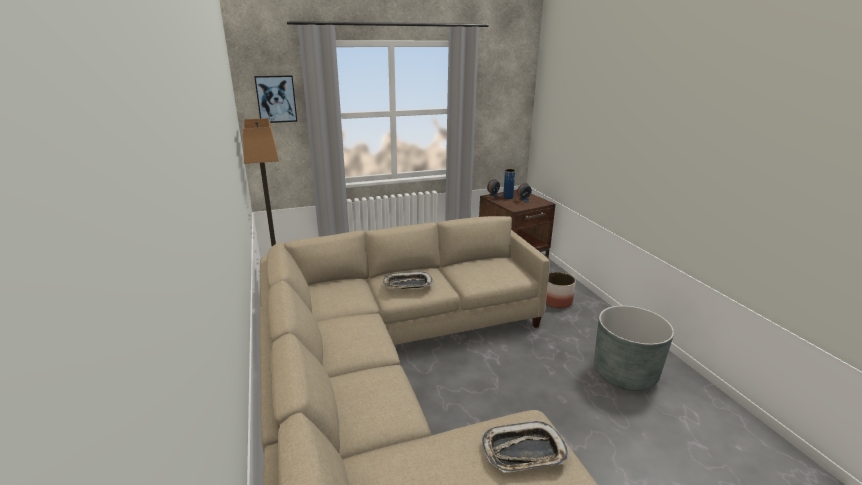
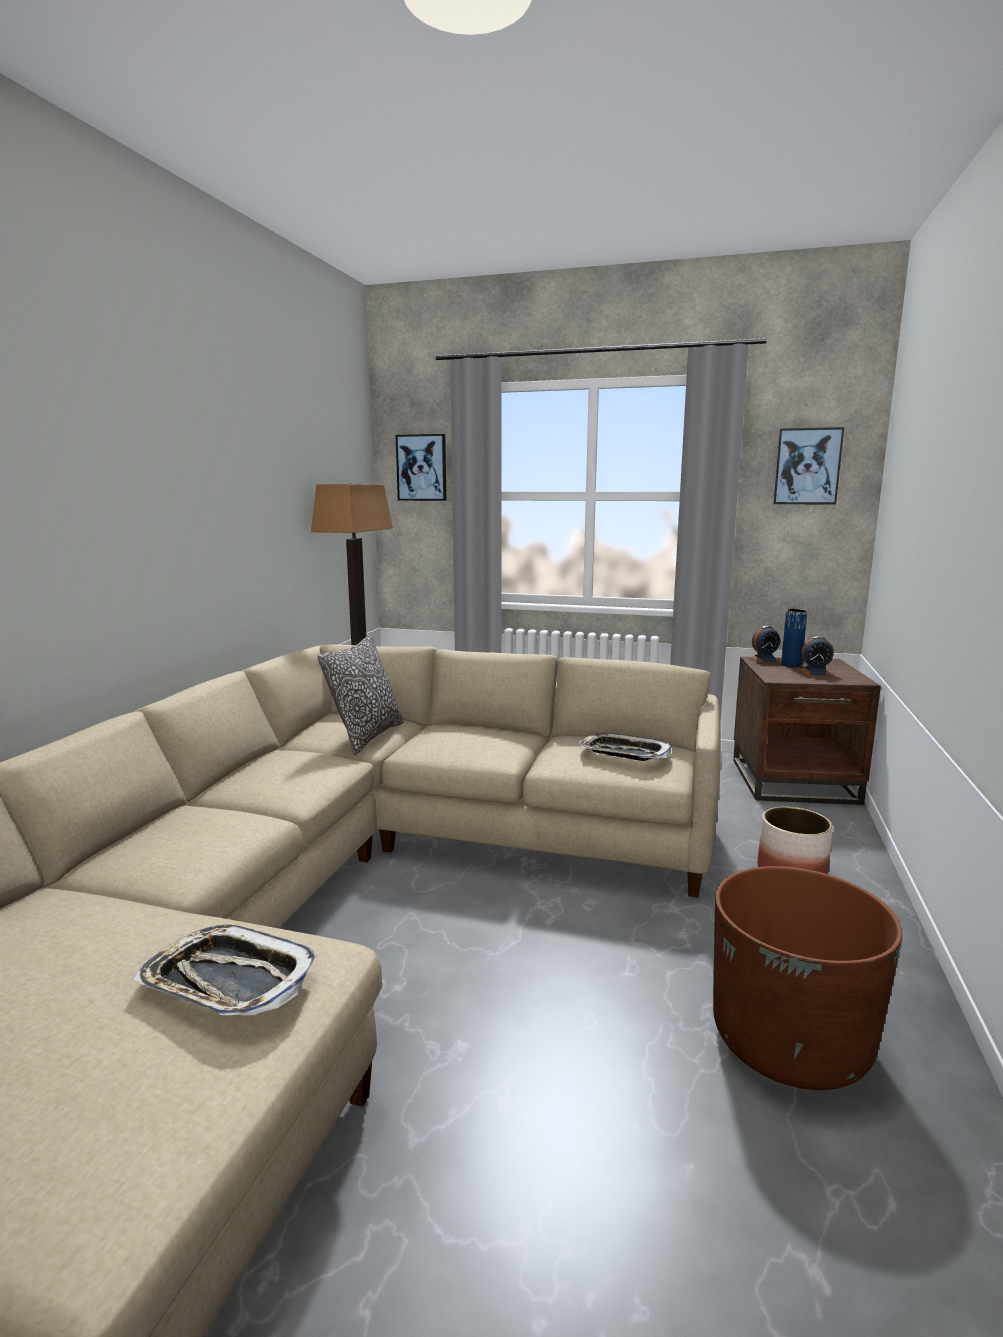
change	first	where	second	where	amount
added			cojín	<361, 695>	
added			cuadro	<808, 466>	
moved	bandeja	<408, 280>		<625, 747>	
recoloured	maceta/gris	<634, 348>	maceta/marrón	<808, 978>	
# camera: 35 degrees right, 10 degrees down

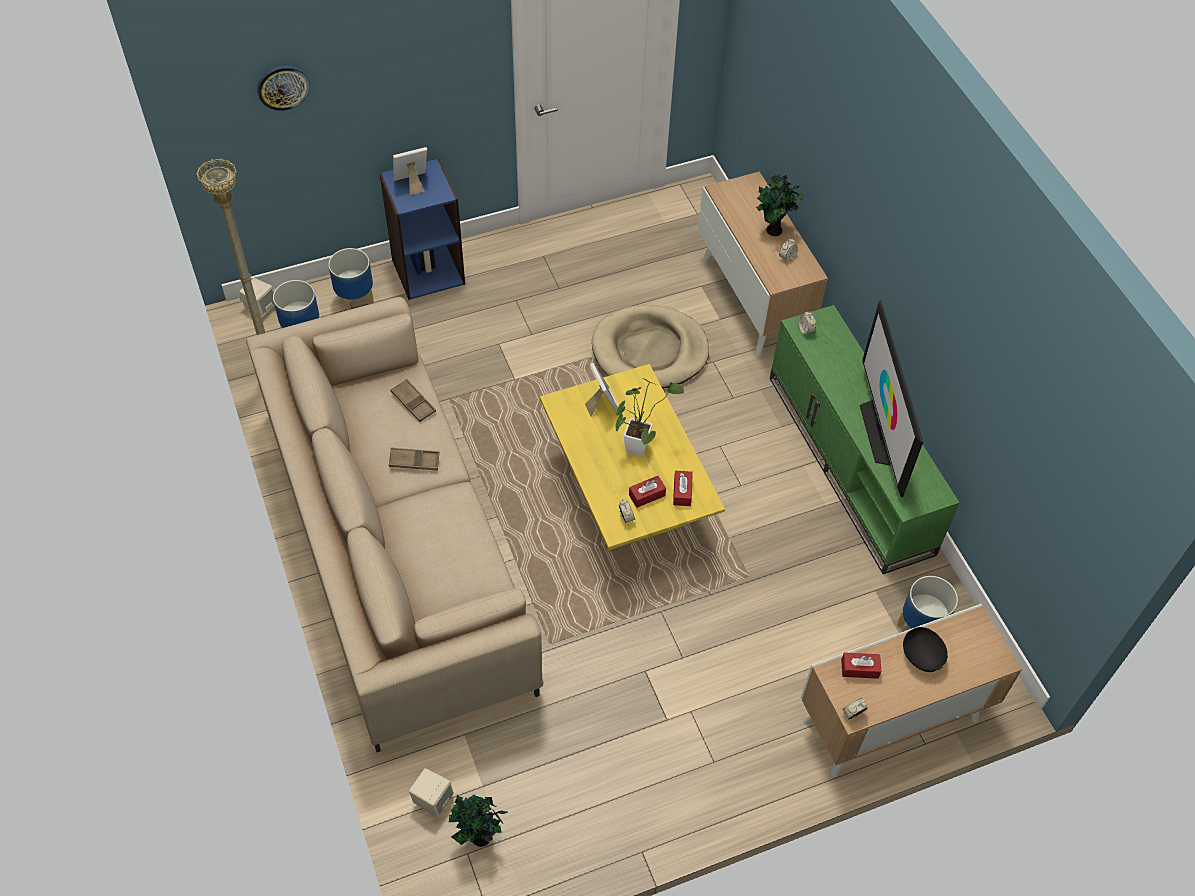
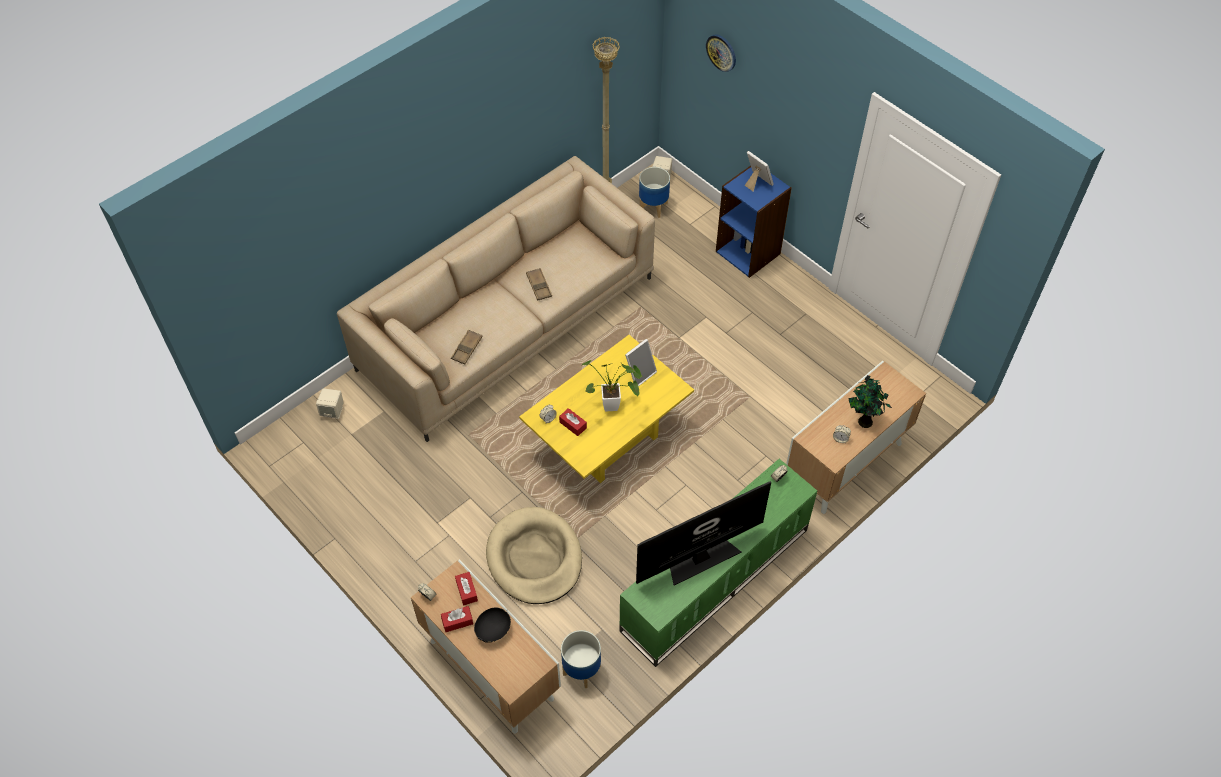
change	first	where	second	where	amount
removed	maceta	<351, 279>			
removed	planta en maceta	<478, 821>			
moved	bandeja/marrón	<413, 400>		<467, 347>	
moved	cama para perro/beis	<650, 347>		<534, 555>	
moved	caja de pañuelos/rojo	<683, 488>		<457, 619>	
# camera: 70 degrees right, 0 degrees up

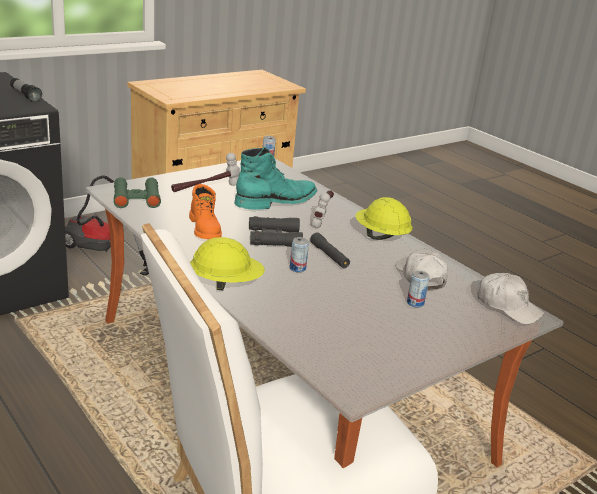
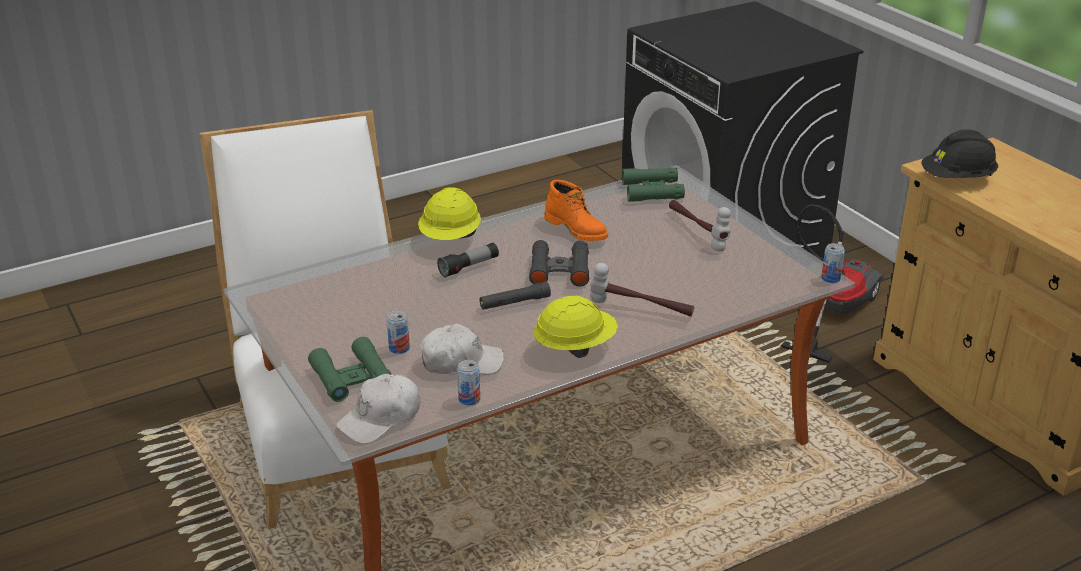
change	first	where	second	where	amount
removed	bota/turquesa	<276, 178>			
added			prismáticos/verde	<349, 369>	
added			casco/negro	<960, 153>	
moved	linterna	<26, 90>		<468, 260>	
moved	lata	<299, 254>		<468, 383>	
turned	bota/naranja	<205, 211>		<576, 210>	120 degrees counterclockwise
# camera: 100 degrees right, 5 degrees up

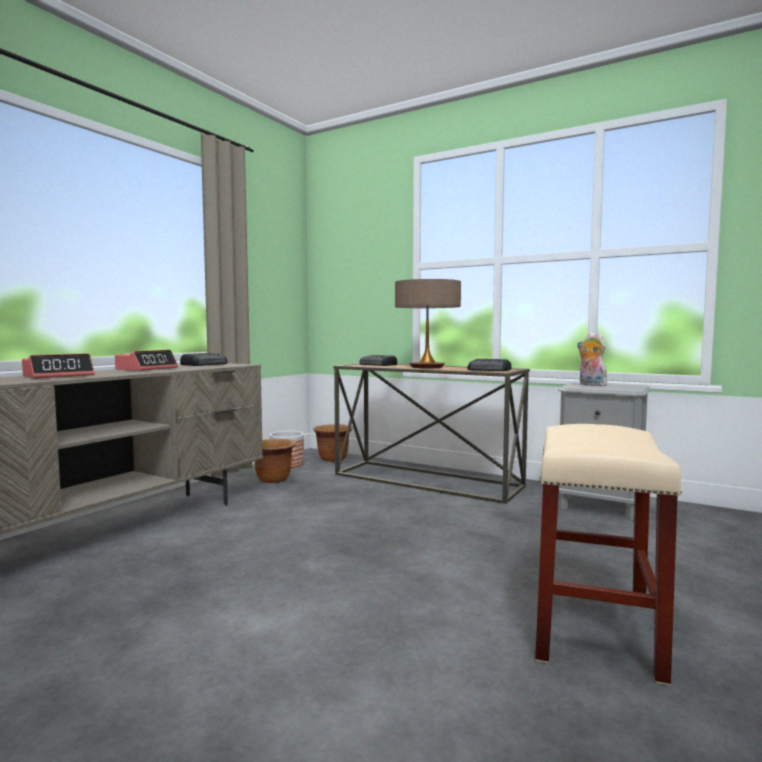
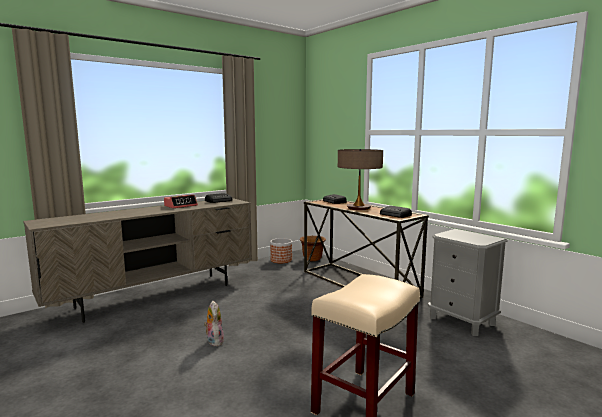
change	first	where	second	where	amount
removed	despertador	<58, 366>			
removed	maceta/marrón	<275, 461>			
moved	peluche	<592, 359>		<214, 323>	
# camera: 20 degrees right, 5 degrees up

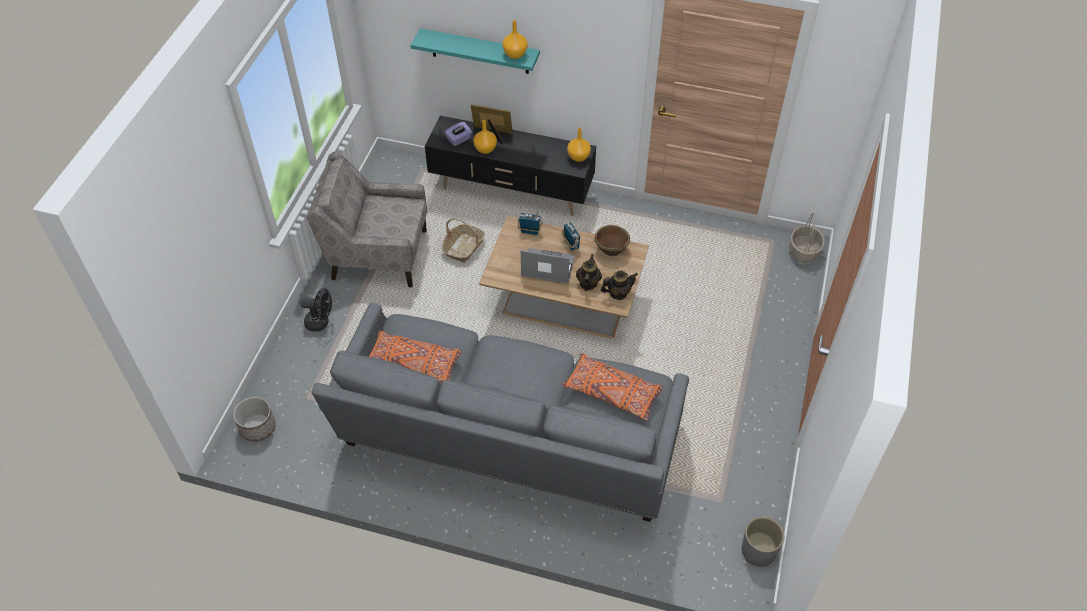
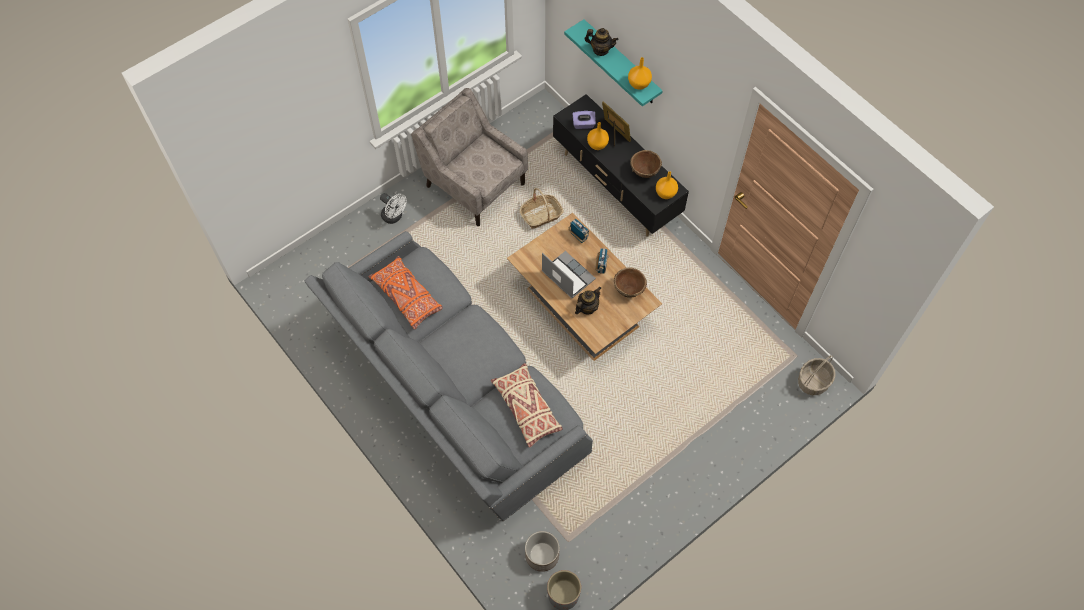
change	first	where	second	where	amount
added			cuenco/marrón	<646, 164>	
moved	maceta	<254, 419>		<542, 551>	
moved	tetera	<619, 285>		<601, 42>	
recoloured	ventilador/negro	<316, 310>	ventilador/blanco	<393, 208>	
recoloured	cojín/naranja	<612, 387>	cojín/beis	<527, 405>	
# camera: 35 degrees right, 10 degrees up

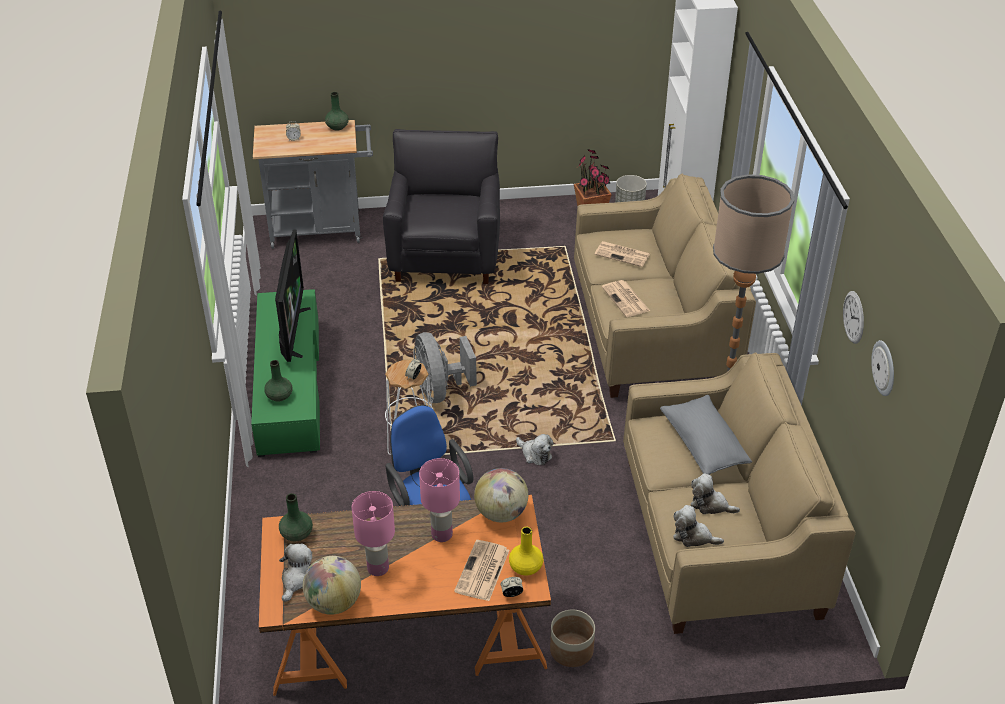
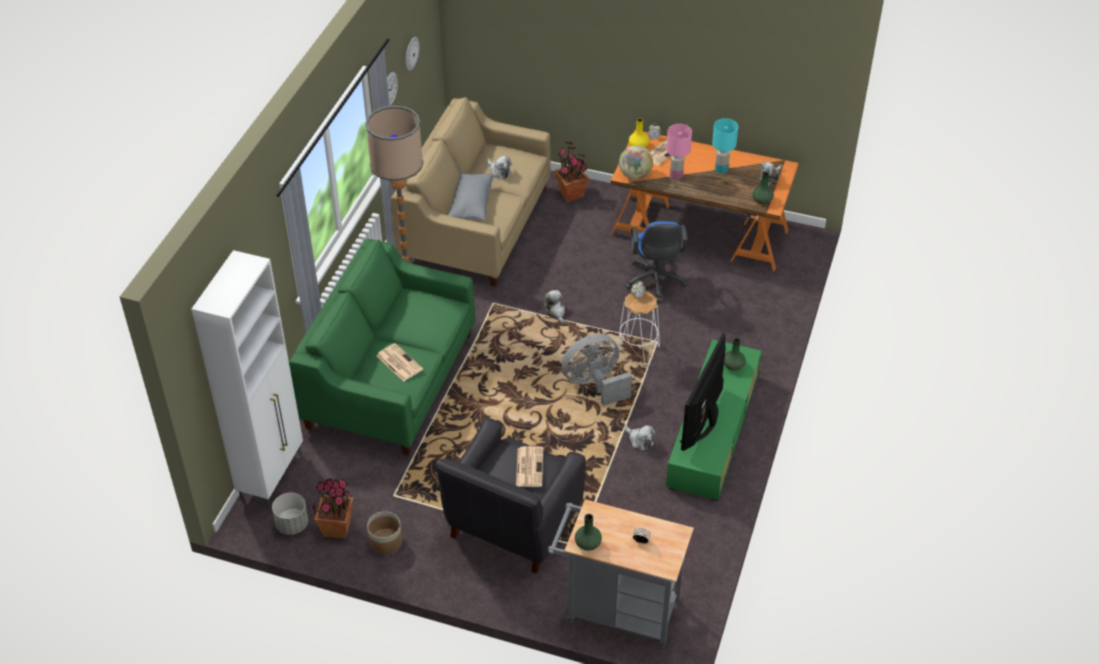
change	first	where	second	where	amount
removed	globo terráqueo	<332, 585>			
added			planta en maceta	<571, 171>	
moved	maceta	<572, 638>		<384, 532>	
moved	periódico	<626, 298>		<529, 466>	
moved	peluche	<698, 526>		<639, 437>	
recoloured	lámpara de mesa/rosa	<373, 533>	lámpara de mesa/turquesa	<725, 146>	
recoloured	sofá/beis	<665, 286>	sofá/verde	<382, 347>	
turned	ventilador/gris	<445, 367>		<597, 370>	120 degrees counterclockwise
# camera: 155 degrees left, 5 degrees up

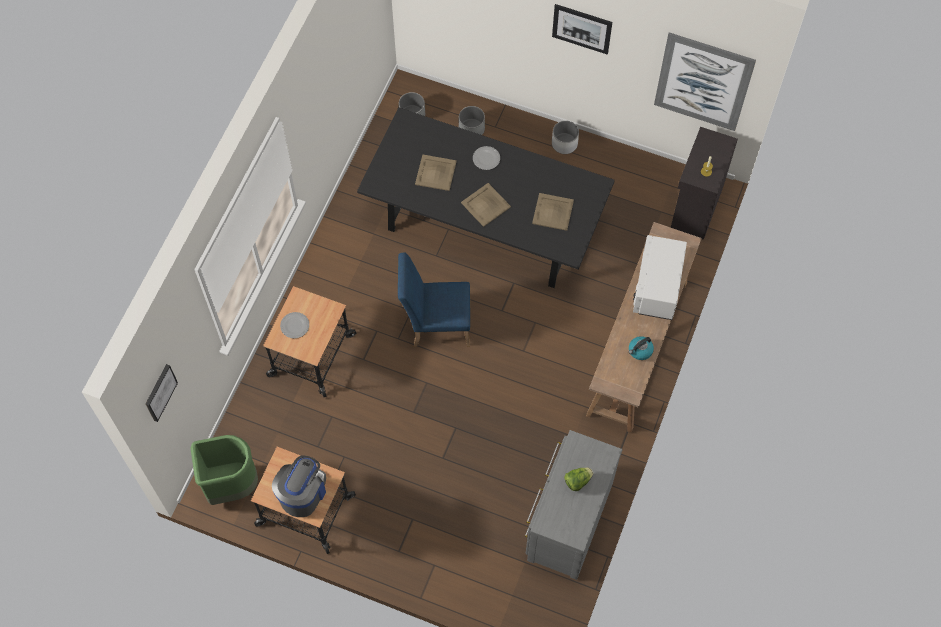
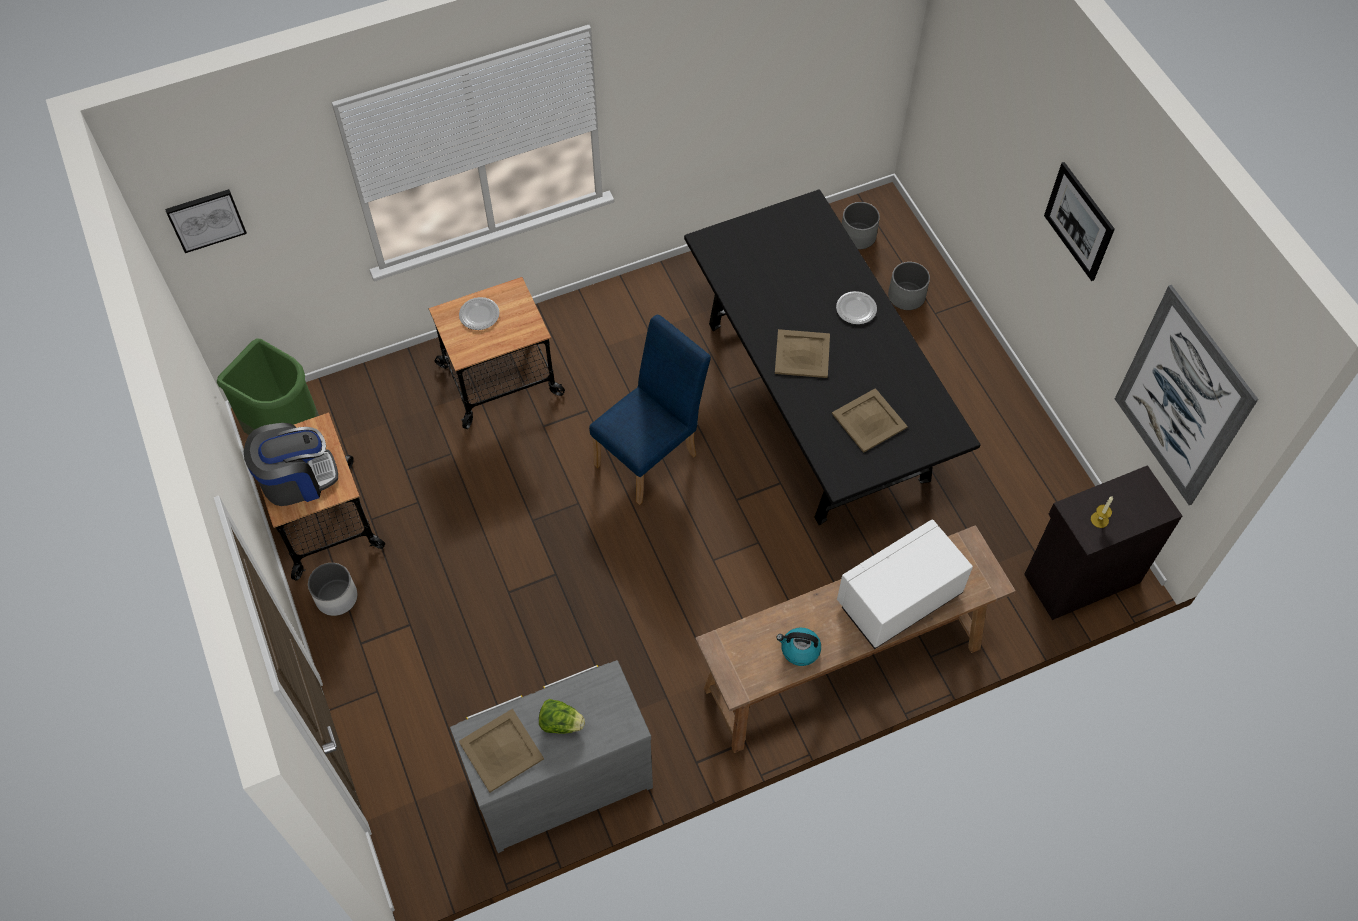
change	first	where	second	where	amount
moved	bandeja/beis	<436, 173>		<501, 750>	
moved	maceta/blanco	<565, 137>		<333, 589>	
turned	silla/azul	<434, 300>		<650, 410>	90 degrees clockwise
# camera: 45 degrees right, 5 degrees down

